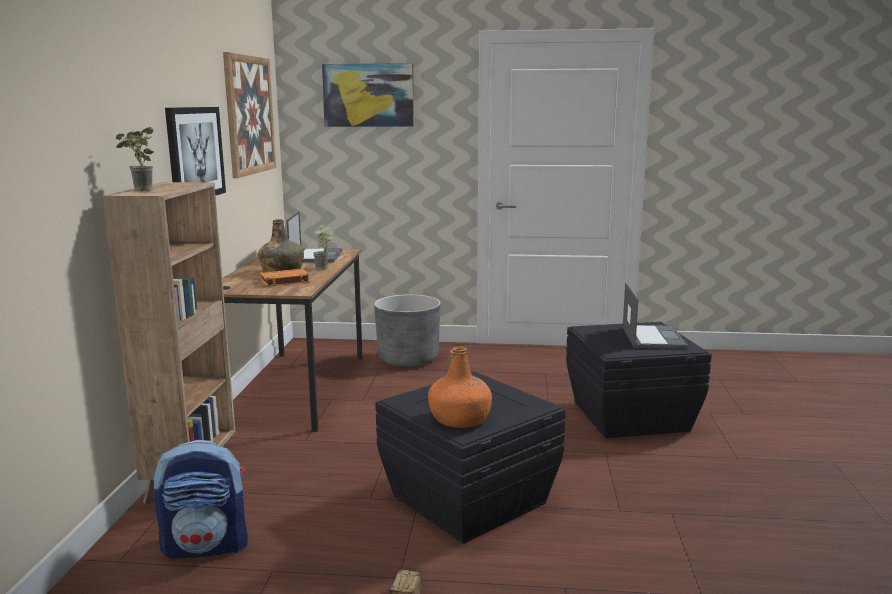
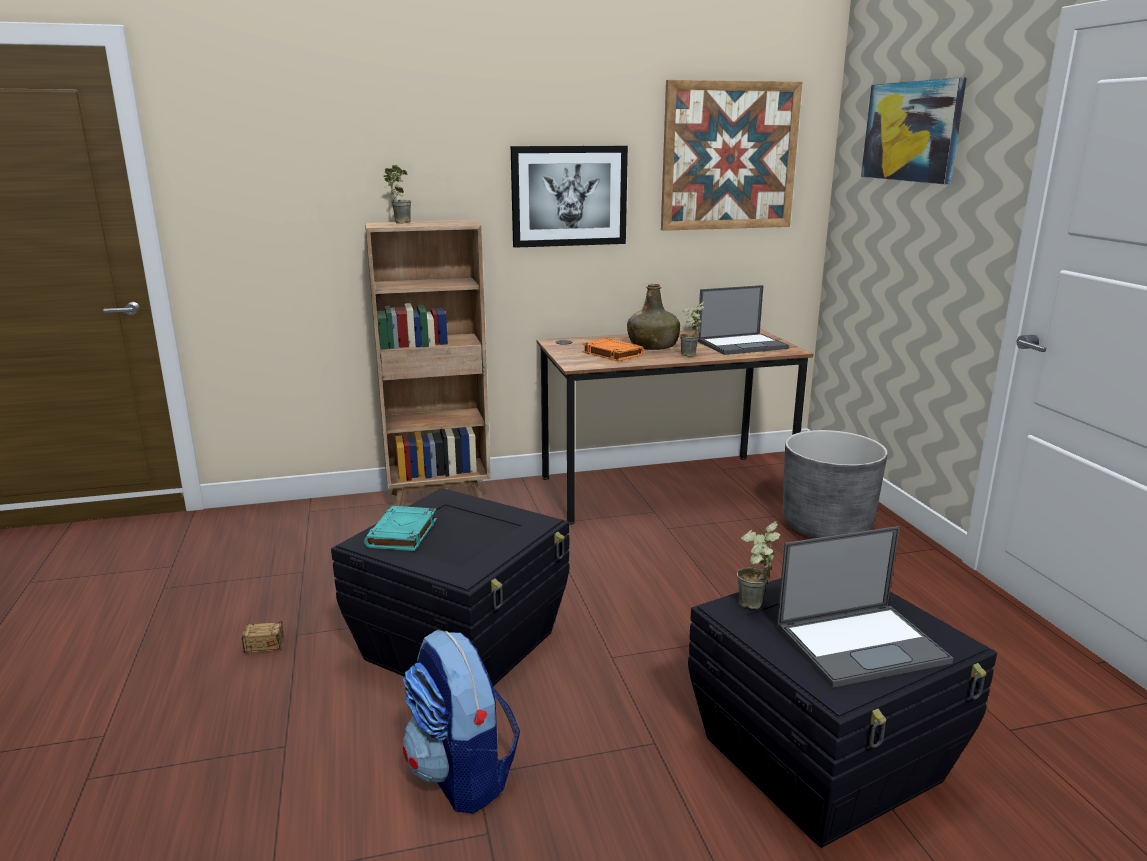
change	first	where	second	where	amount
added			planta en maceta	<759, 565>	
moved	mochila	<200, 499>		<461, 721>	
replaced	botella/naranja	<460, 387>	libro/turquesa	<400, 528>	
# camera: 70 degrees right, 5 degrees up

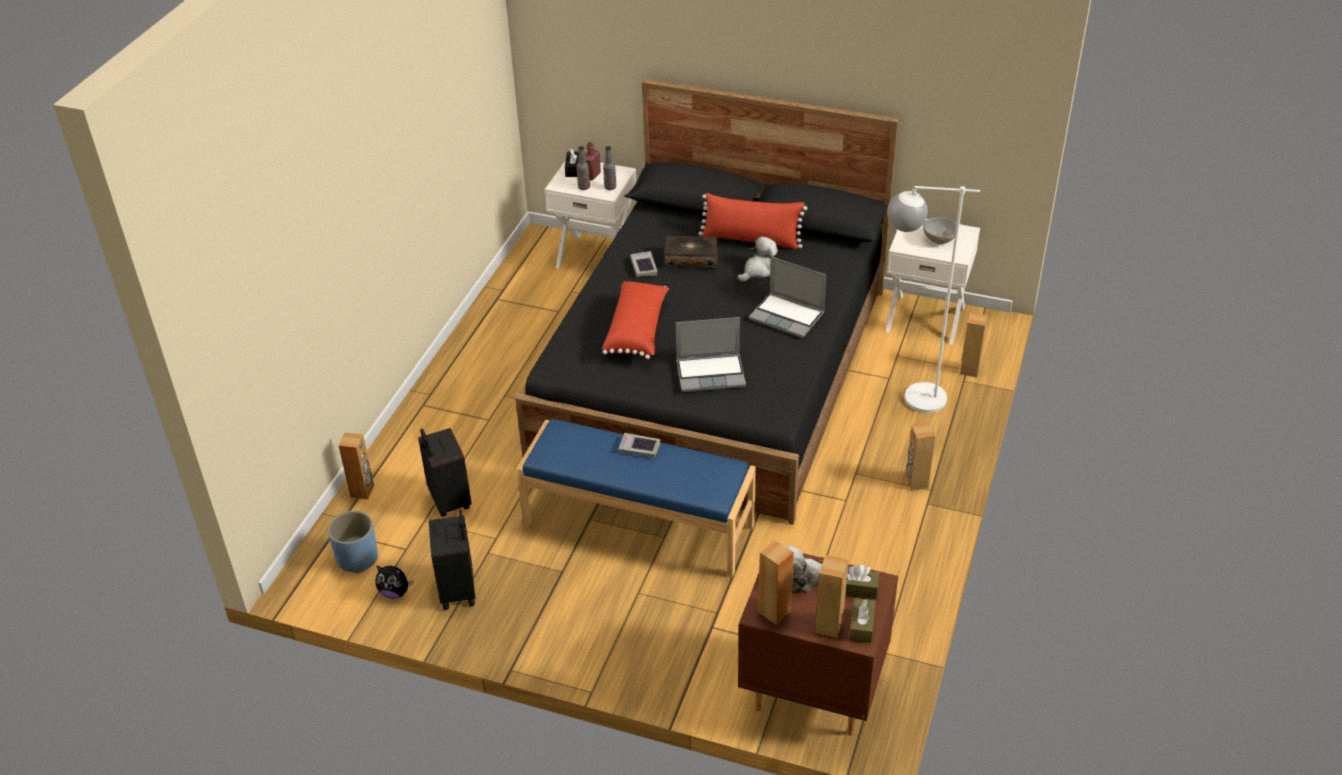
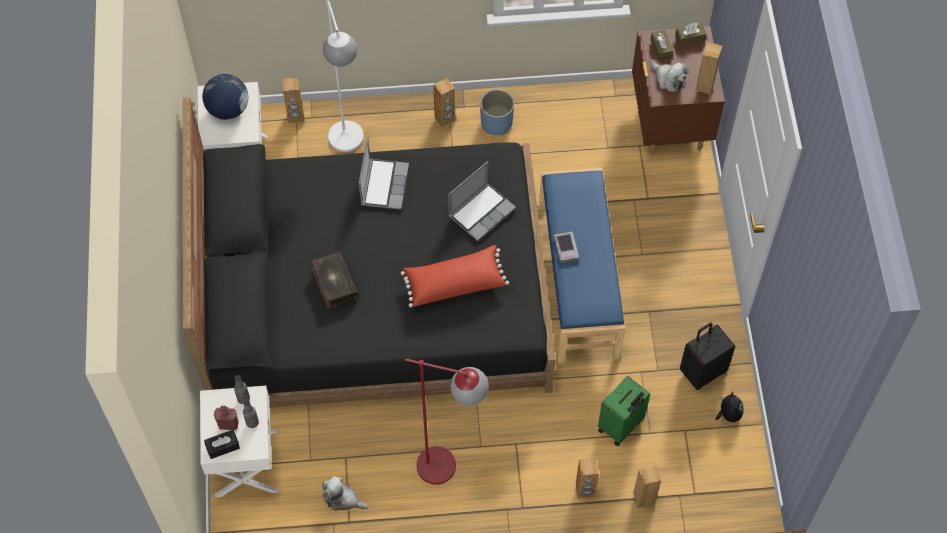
change	first	where	second	where	amount
removed	libro	<644, 264>			
removed	cojín/rojo	<753, 221>			
added			lámpara de pie/rojo	<447, 422>	
moved	maceta/azul	<352, 541>		<497, 112>	
moved	peluche	<758, 258>		<345, 493>	
moved	altavoz/marrón	<832, 596>		<587, 478>	
replaced	cuenco/gris	<939, 230>	globo terráqueo	<225, 97>	
recoloured	maleta/negro	<445, 472>	maleta/verde	<624, 411>	
turned	portátil	<711, 354>		<482, 201>	75 degrees clockwise
# camera: 115 degrees left, 20 degrees up

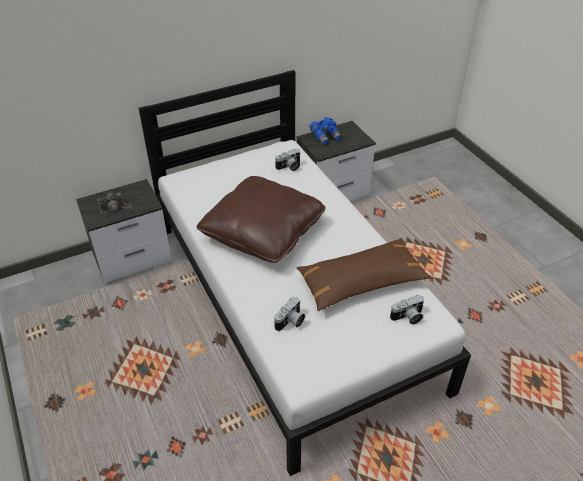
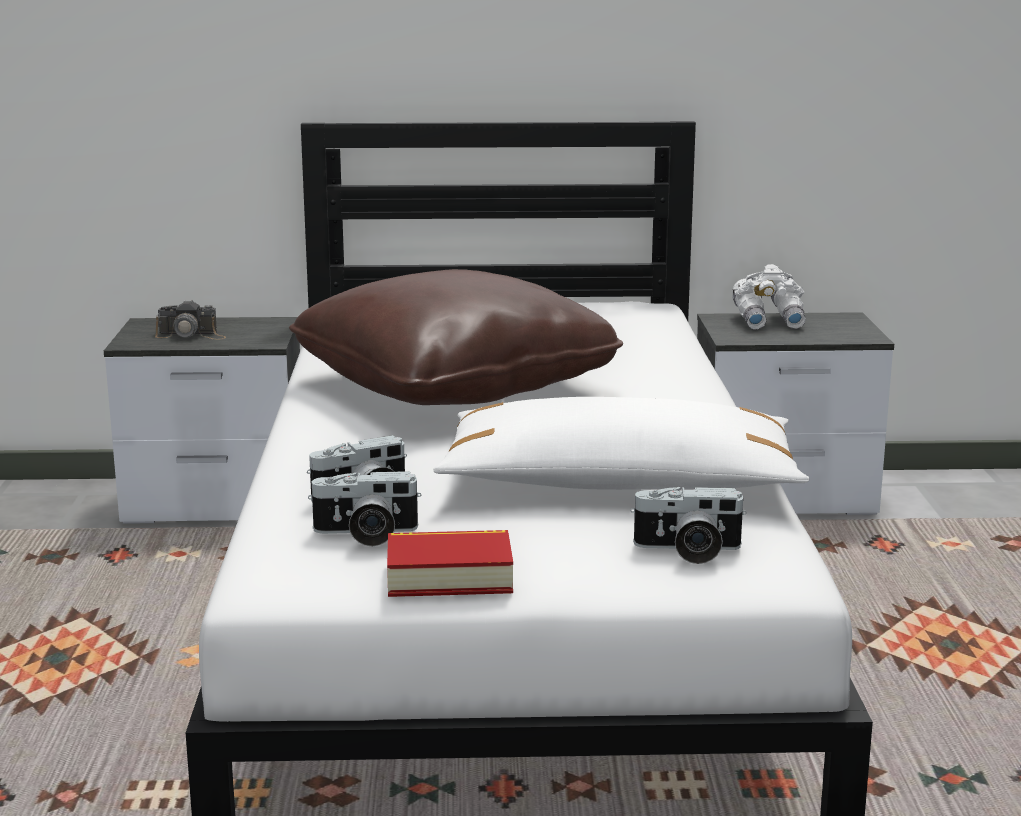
change	first	where	second	where	amount
added			libro	<450, 563>	
moved	cámara	<287, 160>		<364, 509>	
recoloured	cojín/marrón	<364, 274>	cojín/blanco	<621, 443>	
recoloured	prismáticos/azul	<325, 131>	prismáticos/blanco	<769, 297>	
# camera: 25 degrees right, 25 degrees down

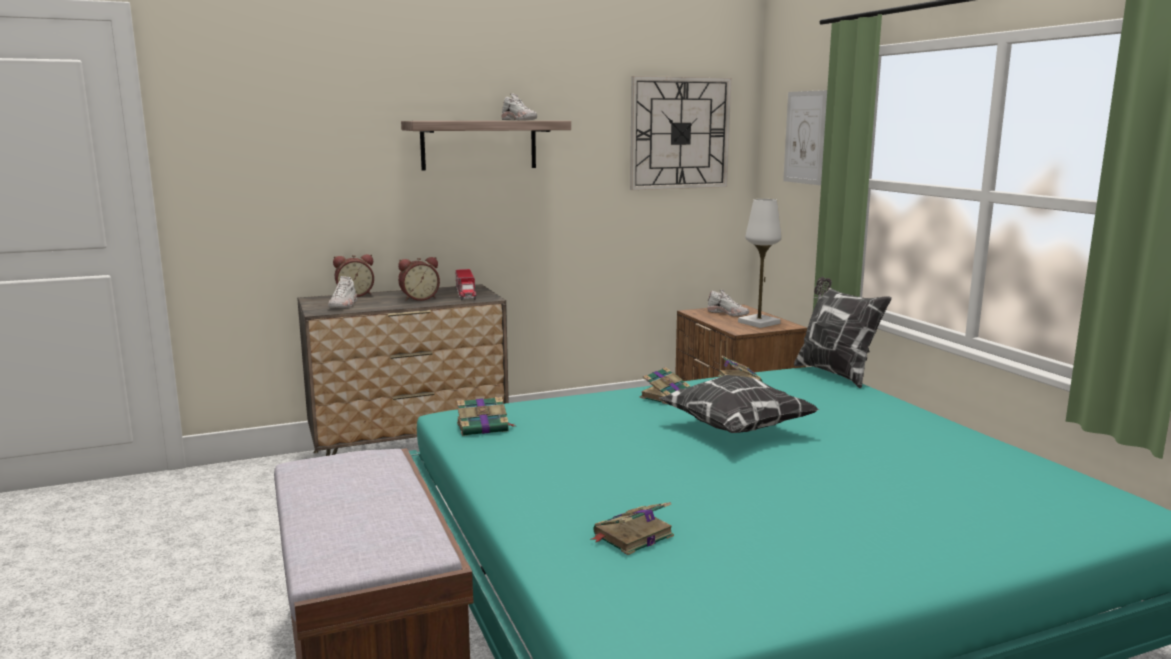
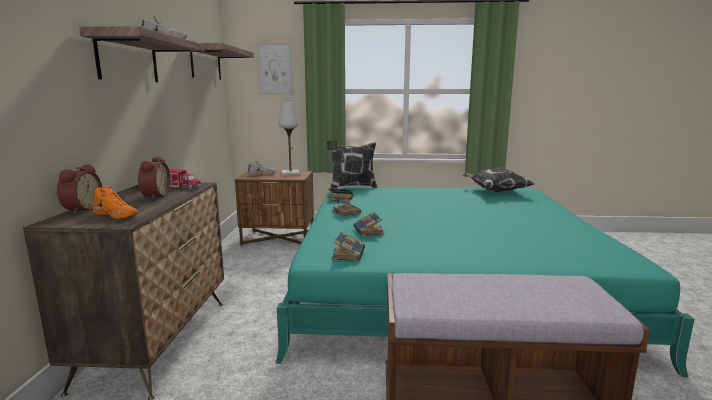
change	first	where	second	where	amount
moved	libro	<632, 528>		<368, 224>	
moved	cojín	<739, 404>		<498, 179>	
replaced	reloj de pared	<680, 133>	estante	<222, 61>	
recoloured	zapato/blanco	<342, 292>	zapato/naranja	<115, 202>	
# camera: 65 degrees left, 0 degrees up

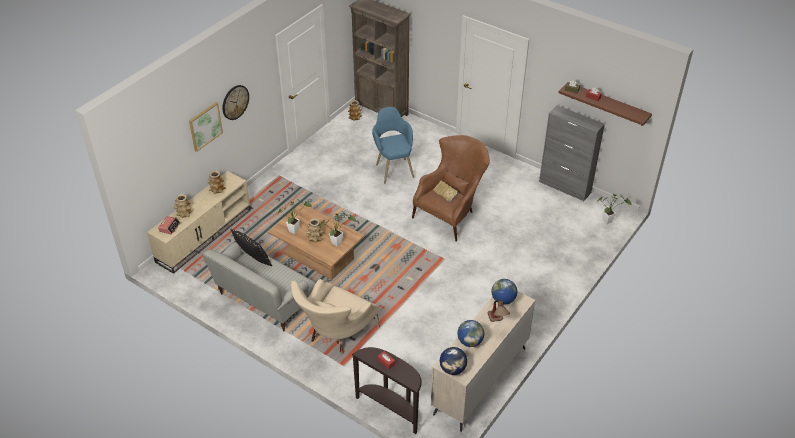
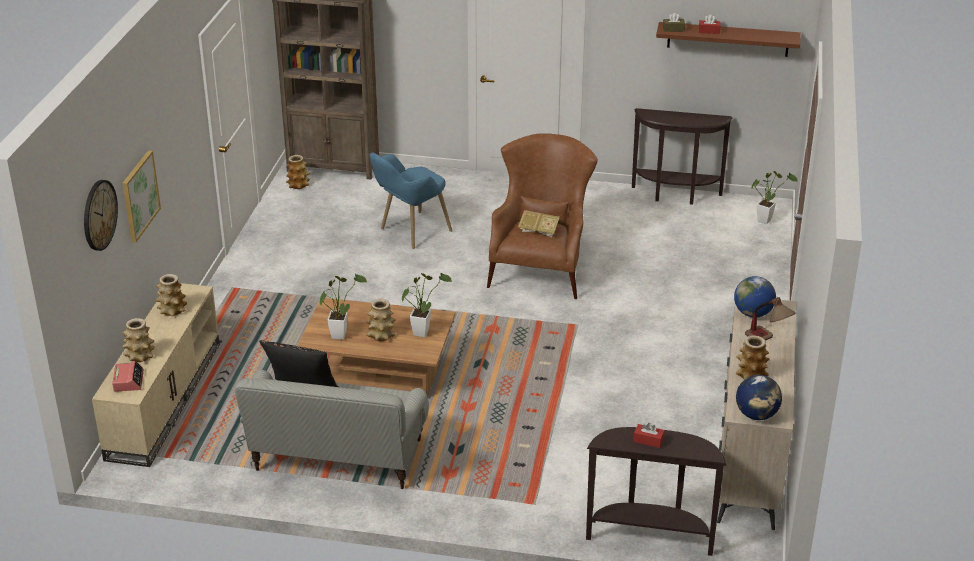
change	first	where	second	where	amount
removed	sillón/beis	<335, 317>			
moved	reloj de pared	<235, 102>		<101, 215>	
replaced	globo terráqueo	<470, 333>	florero	<752, 357>	
replaced	armario/gris	<572, 153>	mesa consola/marrón	<682, 156>	
turned	sillón/azul	<393, 145>		<411, 200>	90 degrees counterclockwise
# camera: 25 degrees left, 10 degrees down

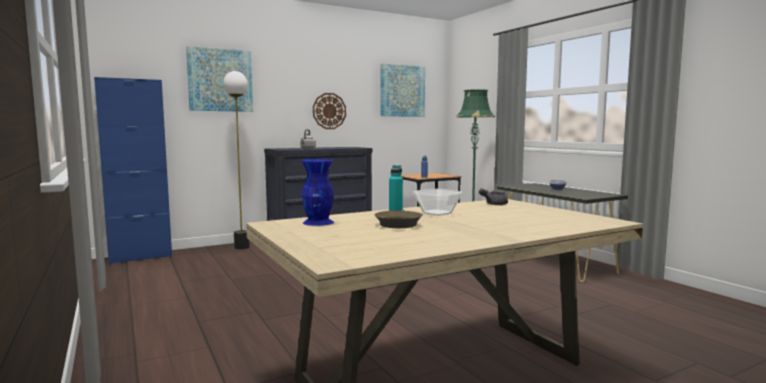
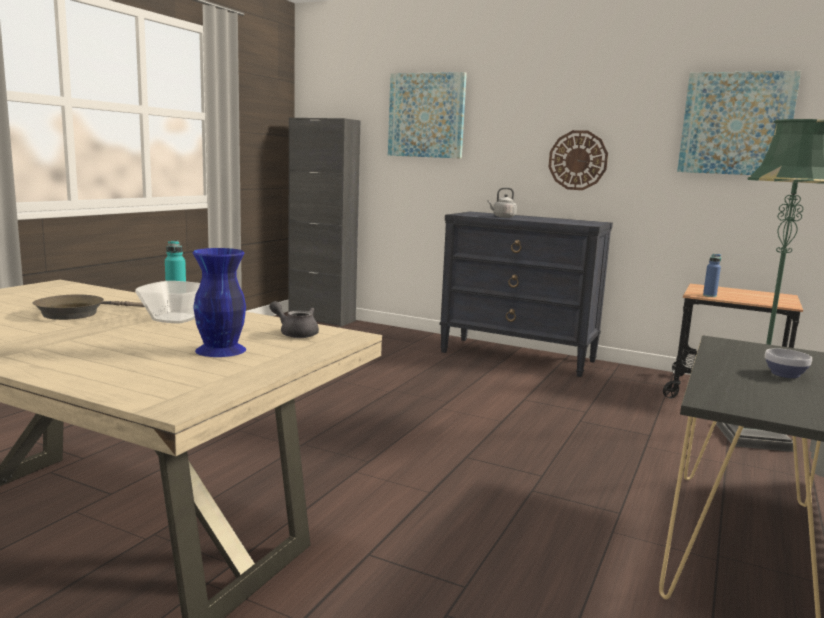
change	first	where	second	where	amount
removed	lámpara de pie	<236, 160>			
moved	florero/azul	<318, 192>		<219, 302>	
recoloured	armario/azul	<133, 170>	armario/negro	<324, 222>	
# camera: 55 degrees right, 5 degrees up

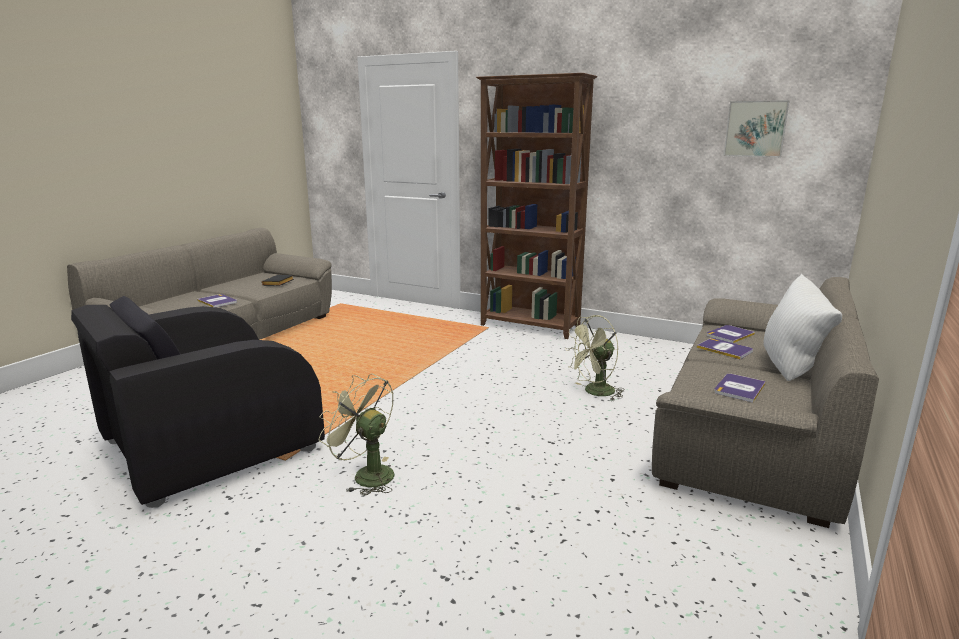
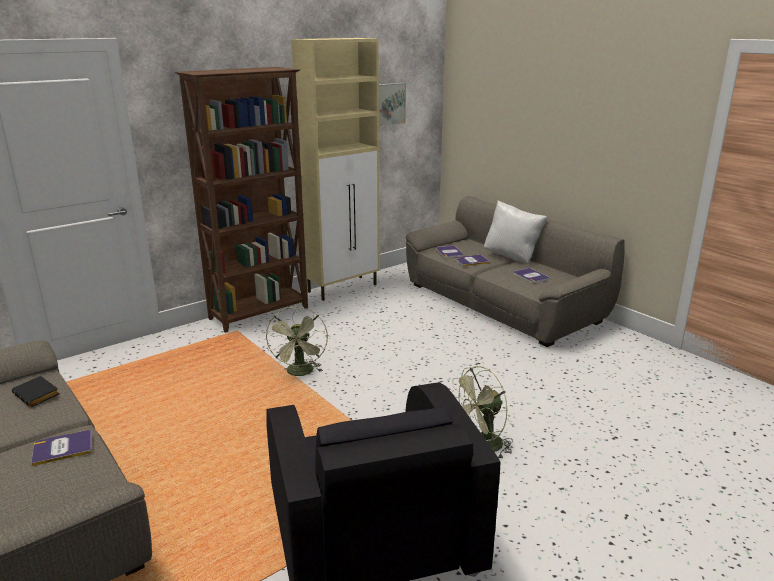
change	first	where	second	where	amount
added			armario/beis	<335, 169>	
moved	ventilador/verde	<594, 358>		<297, 341>	
# camera: 65 degrees left, 5 degrees up

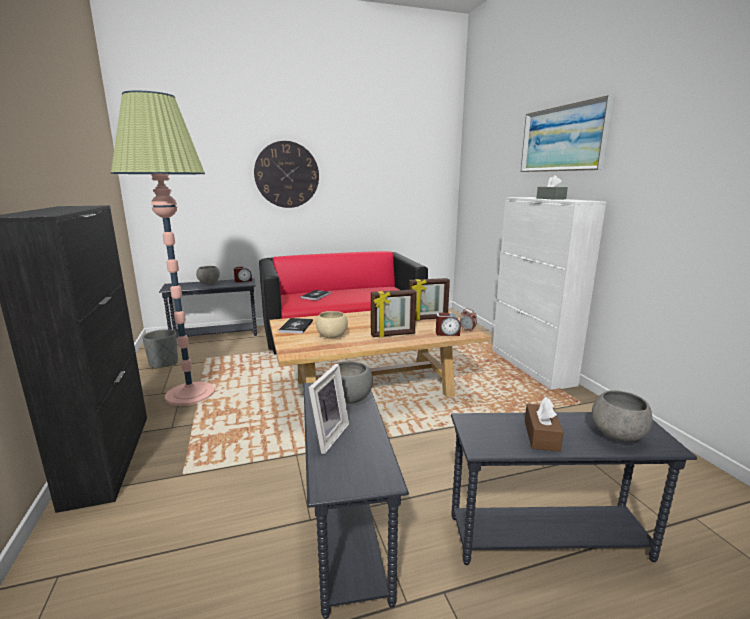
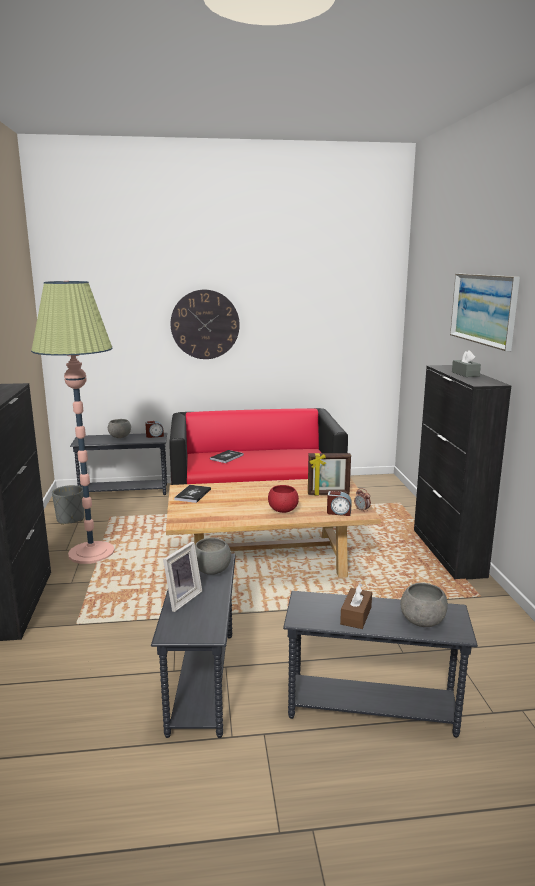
change	first	where	second	where	amount
removed	cuenco/beis	<332, 324>			
replaced	portarretratos	<393, 313>	cuenco/rojo	<283, 499>	
recoloured	armario/blanco	<549, 293>	armario/negro	<462, 472>	
# camera: 10 degrees right, 0 degrees up

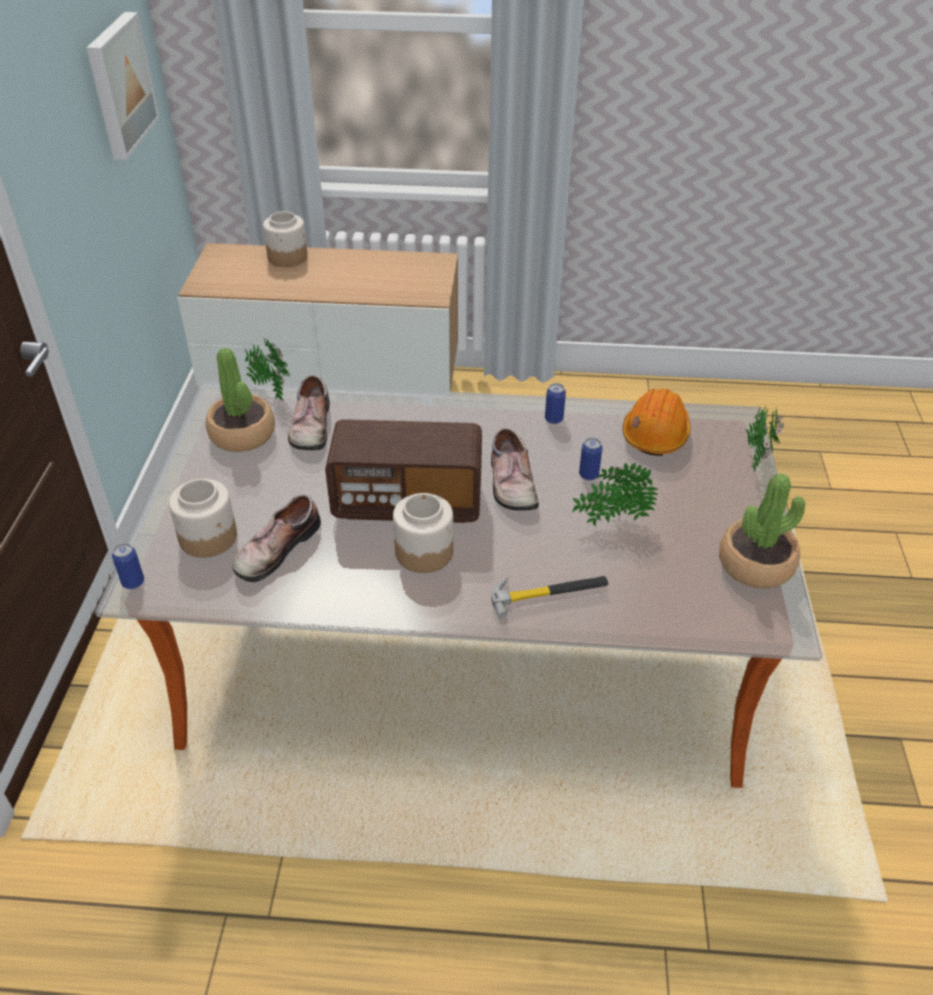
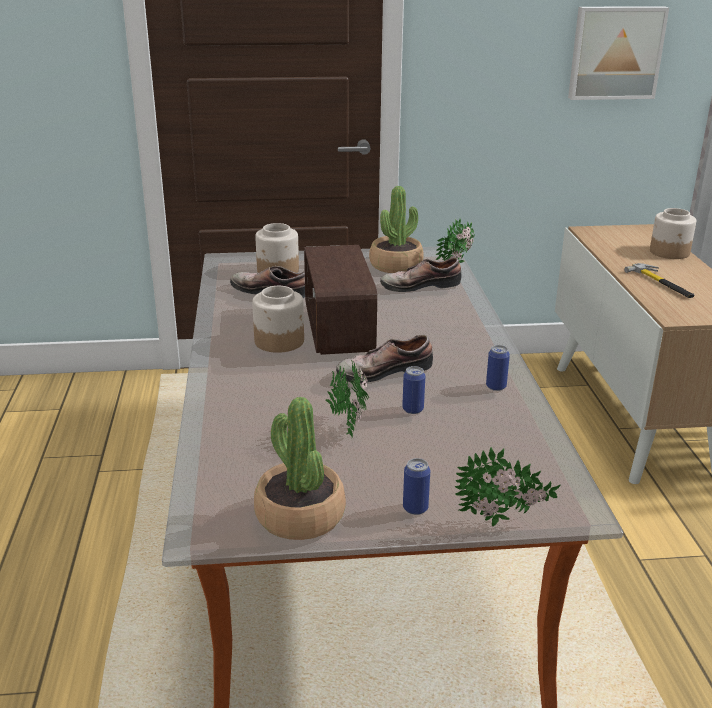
change	first	where	second	where	amount
removed	casco/naranja	<656, 422>			
moved	lata	<128, 566>		<416, 486>	
moved	martillo	<549, 597>		<659, 280>	
# camera: 80 degrees right, 15 degrees down

